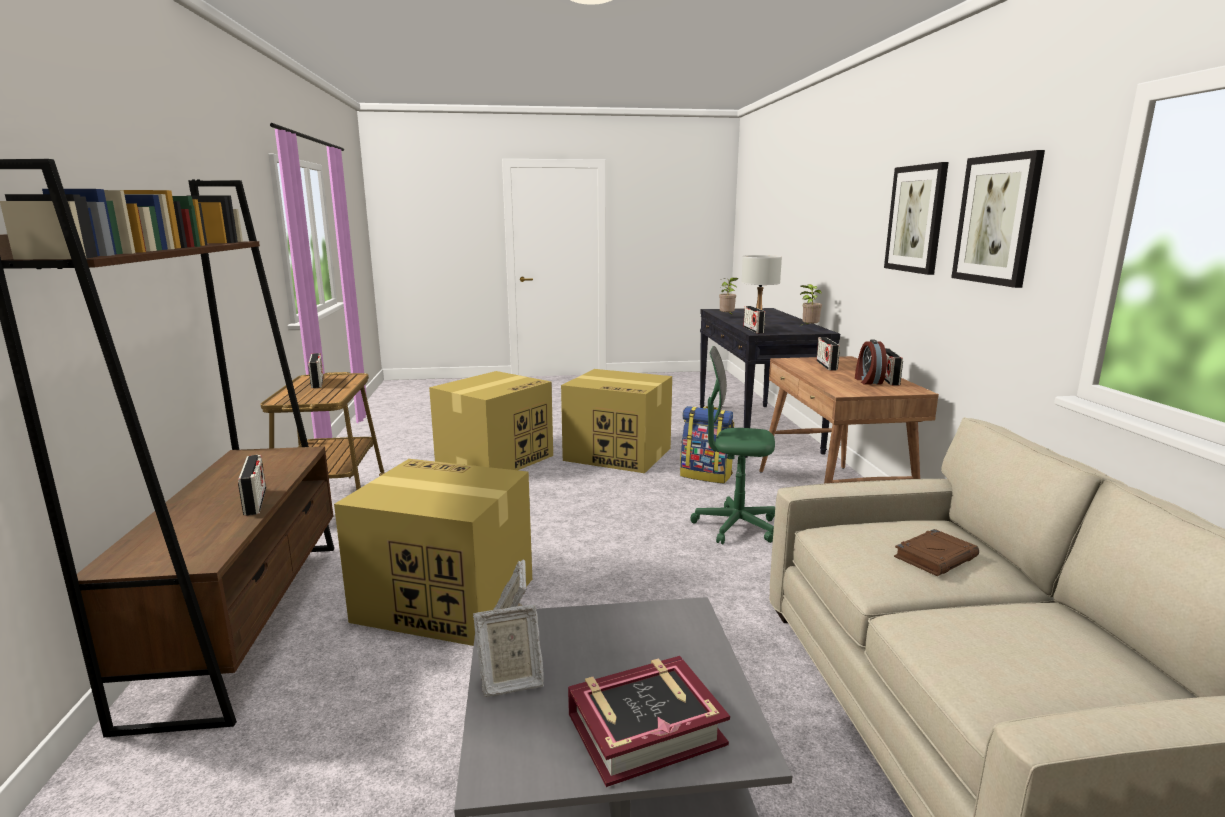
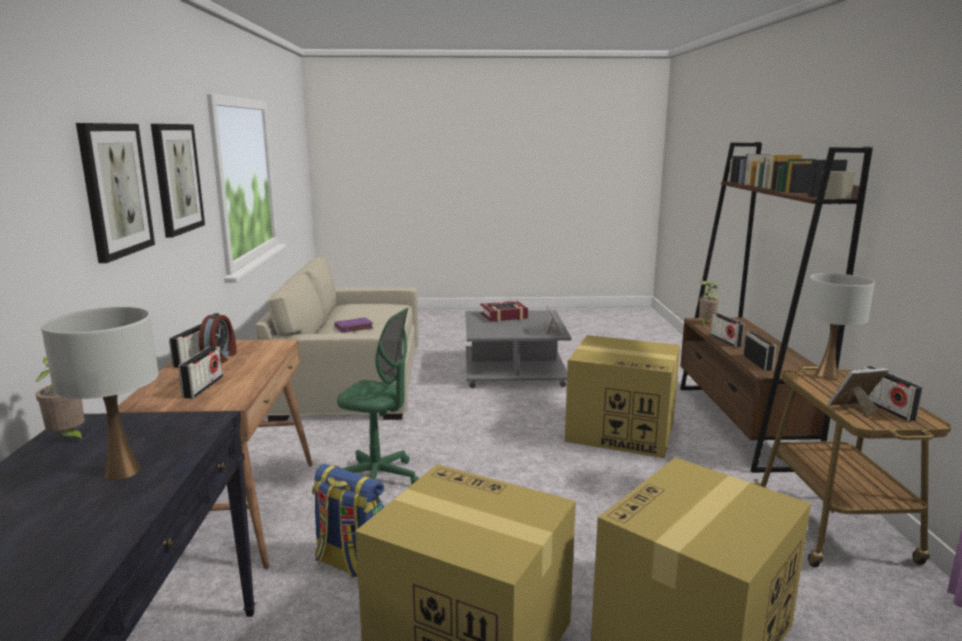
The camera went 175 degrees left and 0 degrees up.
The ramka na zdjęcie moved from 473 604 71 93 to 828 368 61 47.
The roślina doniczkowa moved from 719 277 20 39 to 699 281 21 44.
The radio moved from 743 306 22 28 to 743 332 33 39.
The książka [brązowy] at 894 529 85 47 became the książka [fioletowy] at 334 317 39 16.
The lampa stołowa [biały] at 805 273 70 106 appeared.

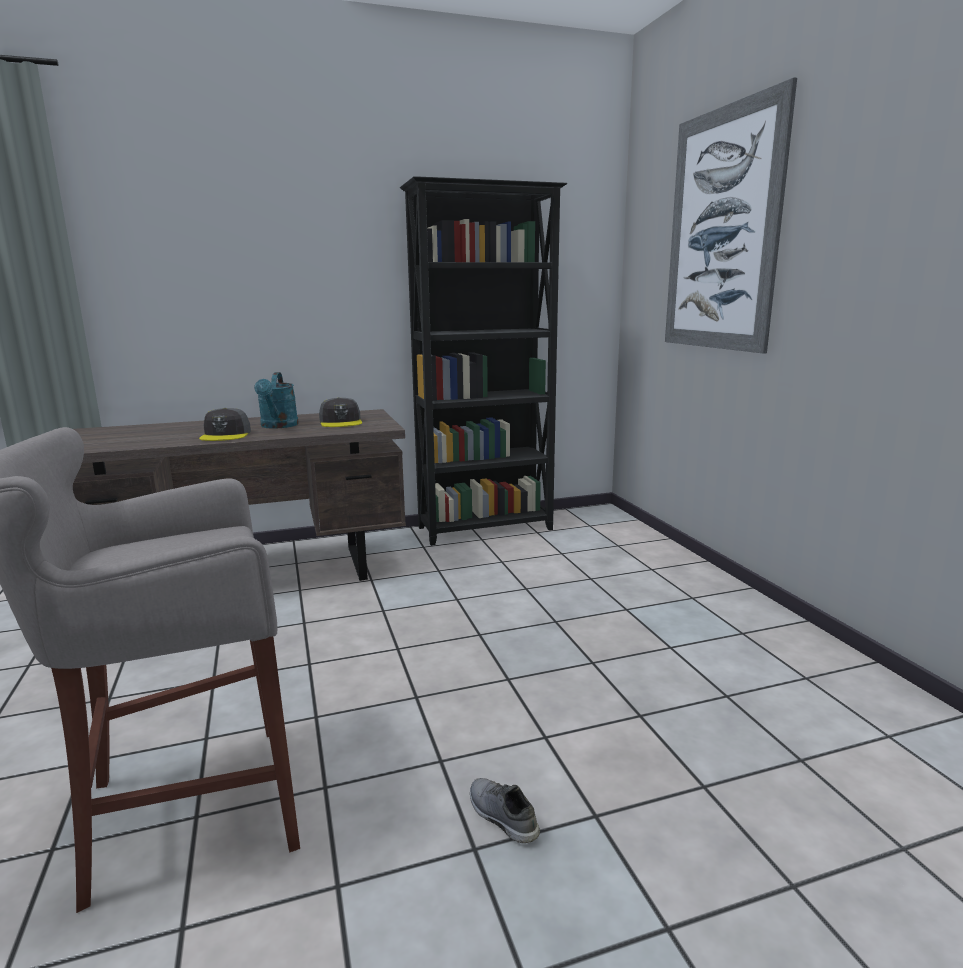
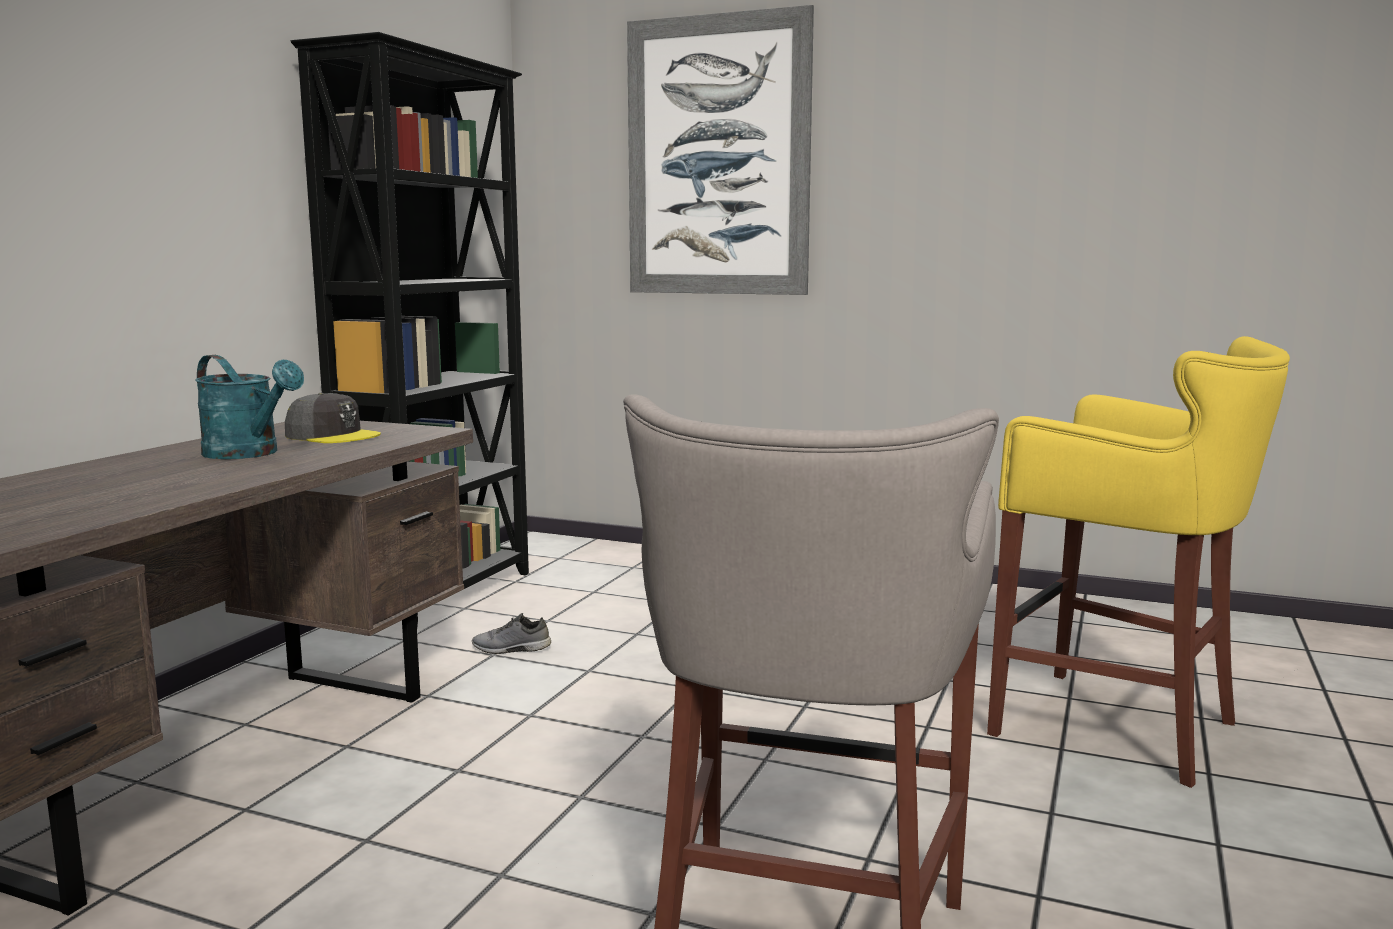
The camera went 50 degrees left and 5 degrees down.
The czapka z daszkiem [szary] at 199 408 52 33 disappeared.
The but [szary] moved from 470 778 70 65 to 472 613 79 41.
The stołek [żółty] at 987 336 303 452 appeared.

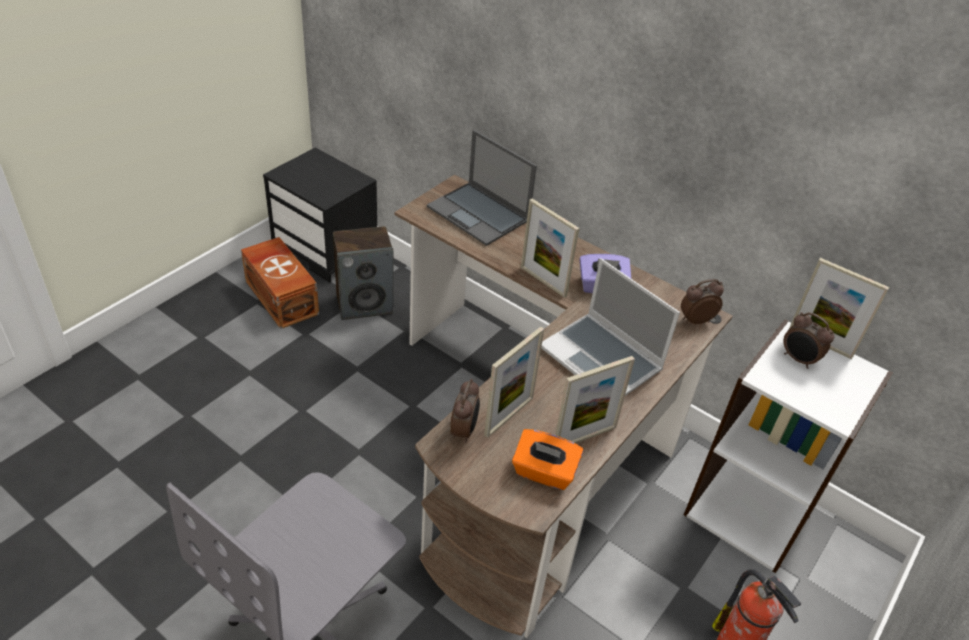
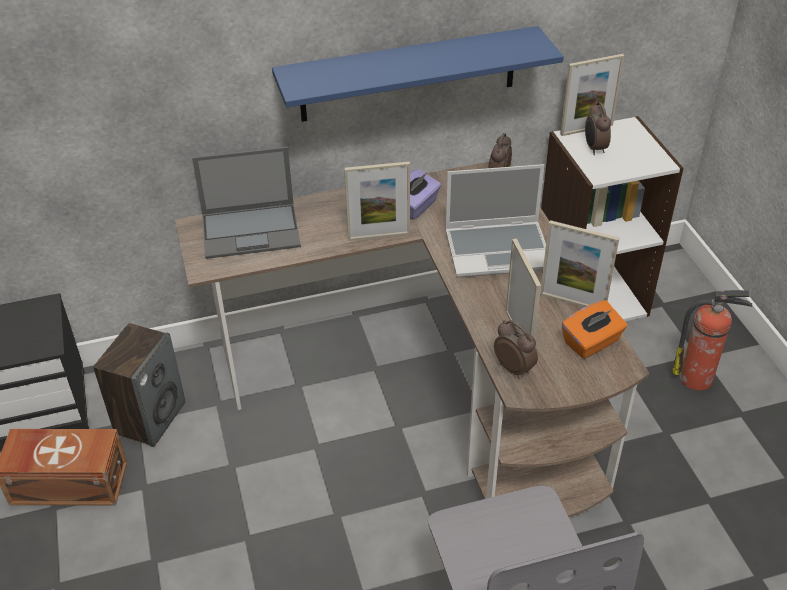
The camera went 50 degrees left and 0 degrees up.
The ramka na zdjęcie at 555 356 80 87 turned 105 degrees clockwise.
The budzik at 784 312 50 57 turned 90 degrees clockwise.
The półka [niebieski] at 272 26 292 96 appeared.

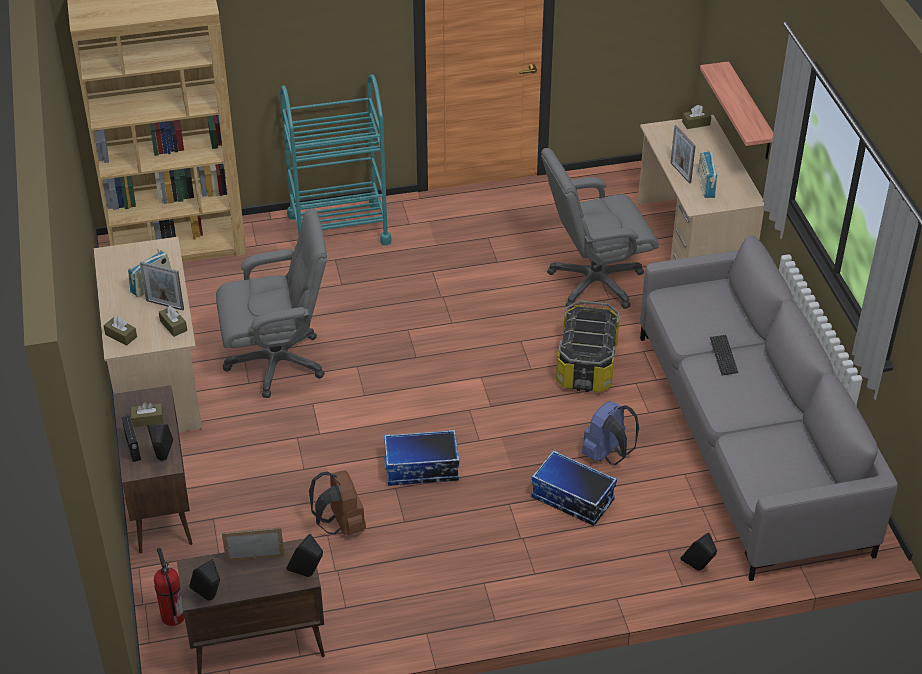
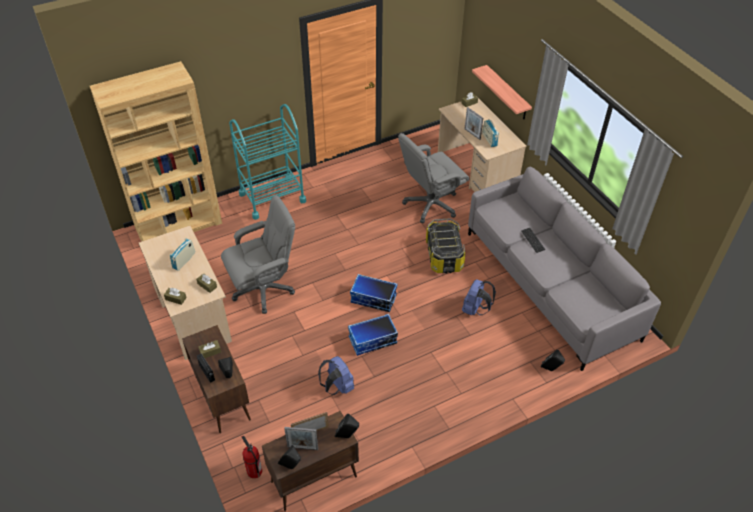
The camera went 15 degrees left and 5 degrees up.
The ramka na zdjęcie moved from 140 262 44 48 to 284 427 34 23.
The plecak [brązowy] at 309 470 57 65 became the plecak [niebieski] at 318 356 36 39.
The pojemnik do przechowywania moved from 531 450 86 76 to 350 274 47 38.

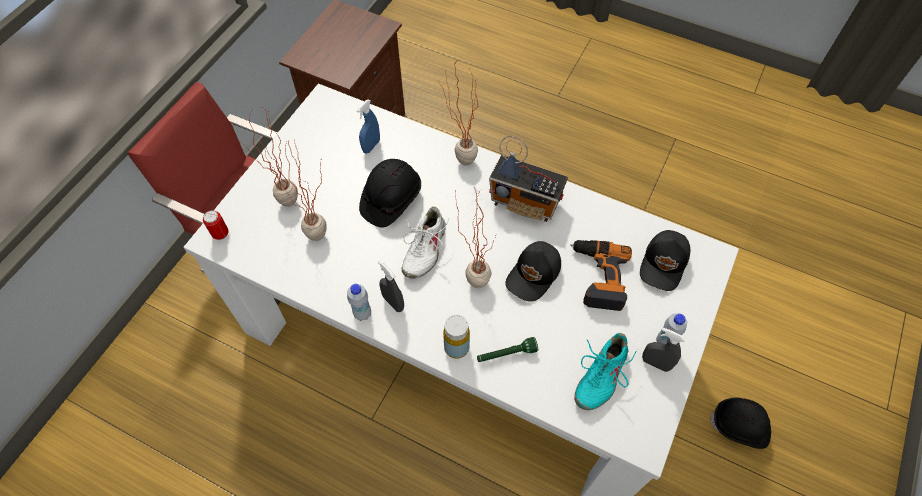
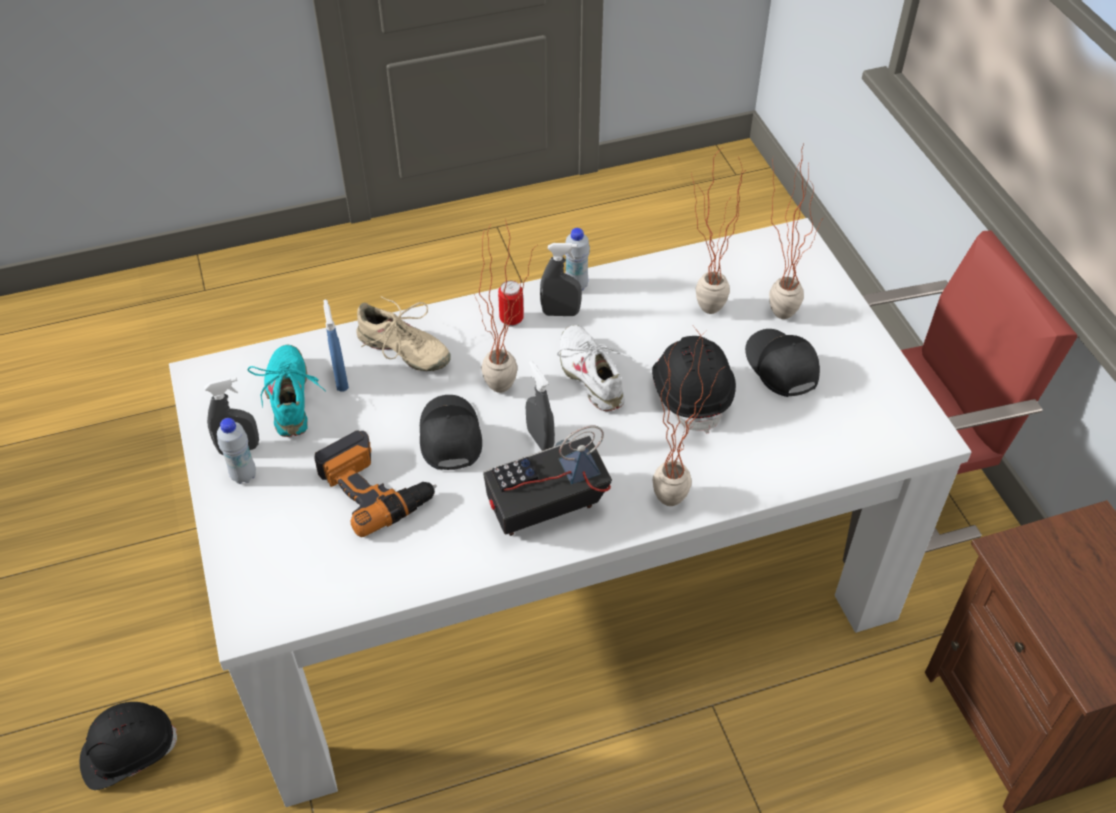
The camera went 135 degrees right and 10 degrees down.
The puszka moved from 203 210 26 30 to 498 281 26 46.
The spryskiwacz [niebieski] moved from 357 100 23 54 to 324 299 25 92.
The butelka [żółty] at 443 315 27 44 disappeared.
The latarka [zielony] at 477 337 61 25 was replaced by the but [beżowy] at 356 296 95 75.
The czapka z daszkiem [czarny] moved from 640 230 50 61 to 745 329 75 68.
The spryskiwacz [szary] at 526 361 29 90 appeared.

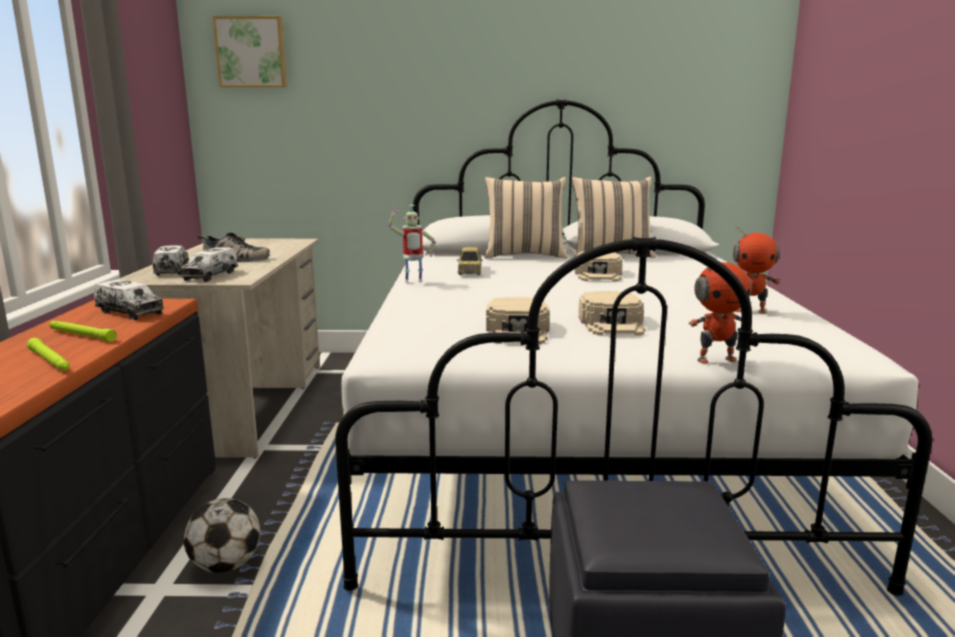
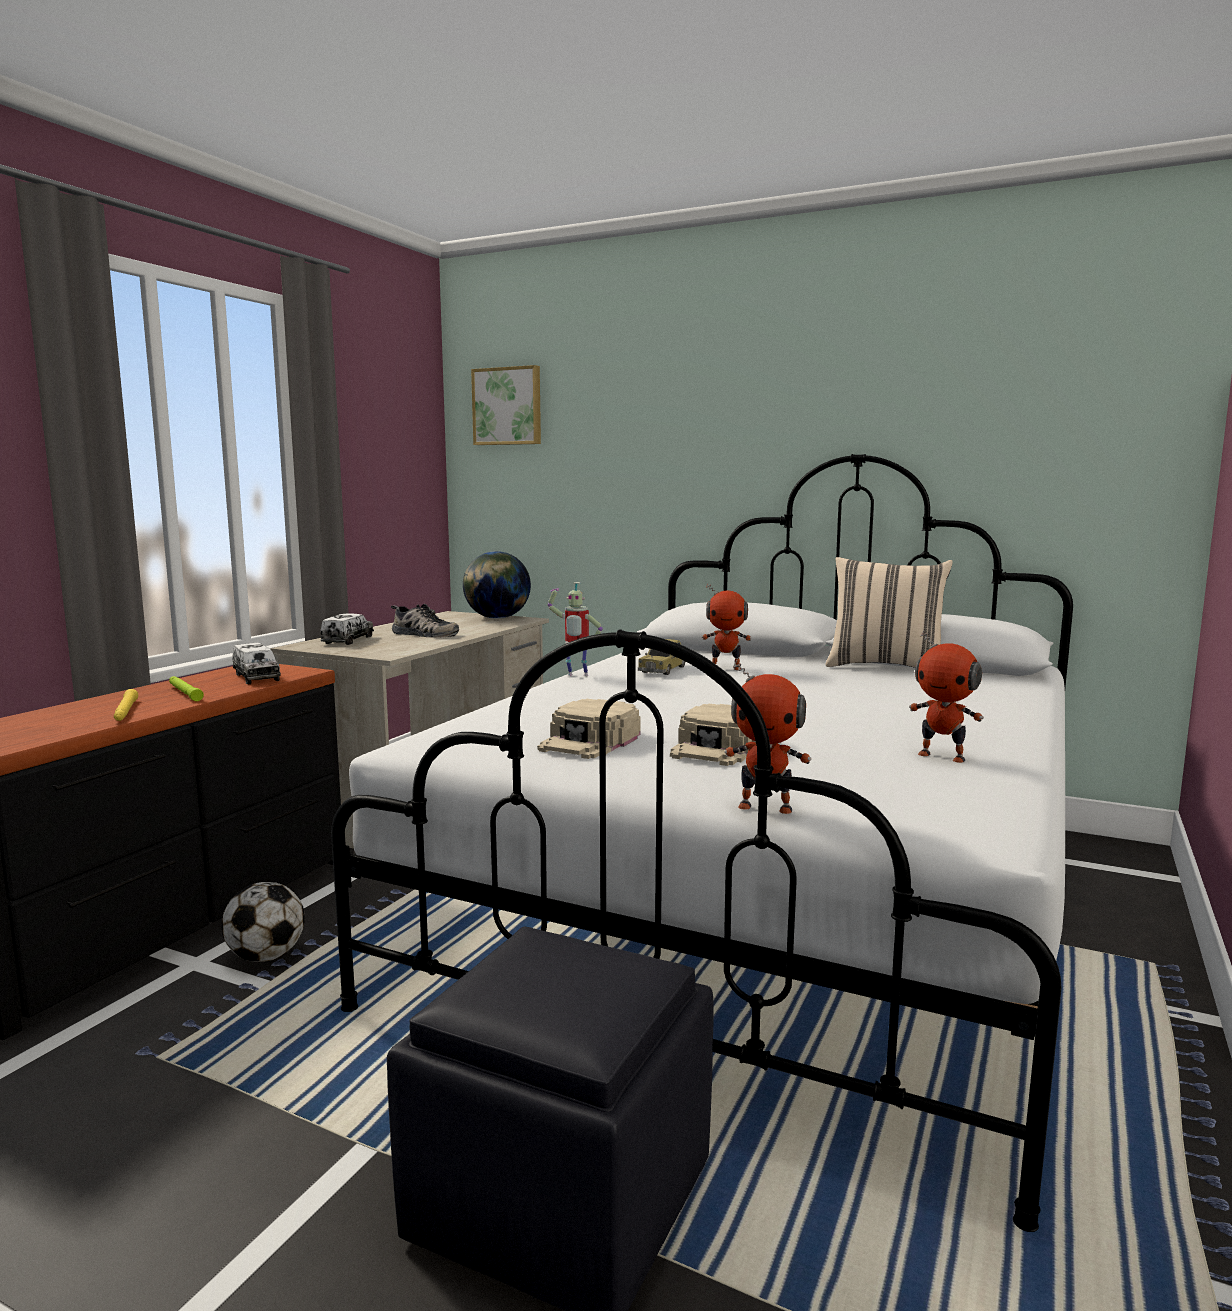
The camera went 25 degrees right and 5 degrees down.
The latarka [zielony] at 27 338 43 33 became the latarka [żółty] at 114 689 24 32.
The ciężarówka zabawkowa at 181 247 57 35 disappeared.
The poduszka [beżowy] at 485 177 82 82 disappeared.
The czapka z daszkiem [beżowy] at 575 251 47 31 disappeared.
The globus at 463 551 68 68 appeared.
The robot zabawkowy at 702 584 50 86 appeared.

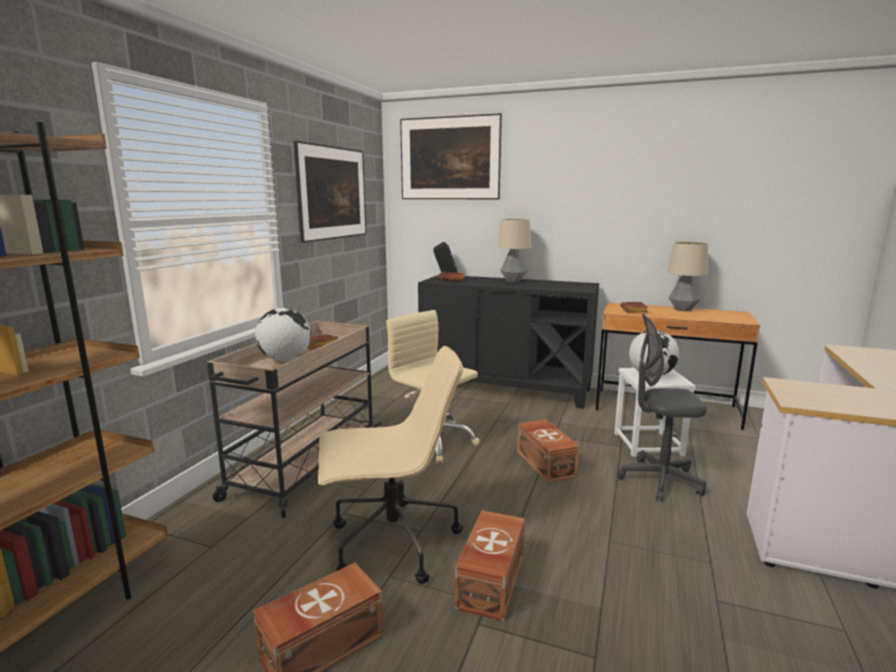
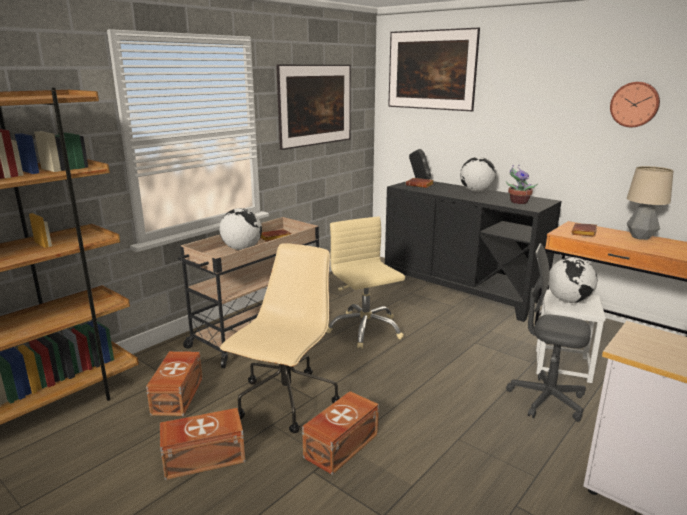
The camera went 20 degrees right and 5 degrees up.
The krzesło biurowe [beżowy] at 318 346 145 238 turned 75 degrees counterclockwise.
The lampa stołowa at 498 219 34 63 was replaced by the globus at 460 157 36 35.
The pojemnik do przechowywania [brązowy] moved from 517 419 63 64 to 146 351 57 65.
The roślina doniczkowa at 506 165 31 39 appeared.
The zegar ścienny at 610 82 50 45 appeared.

